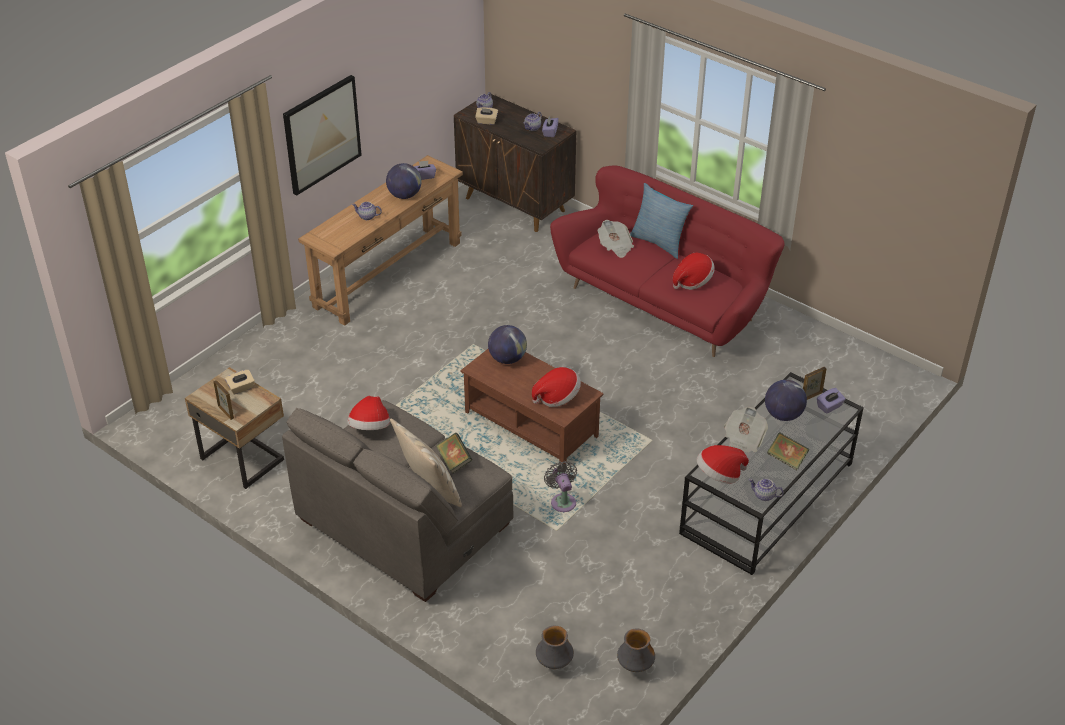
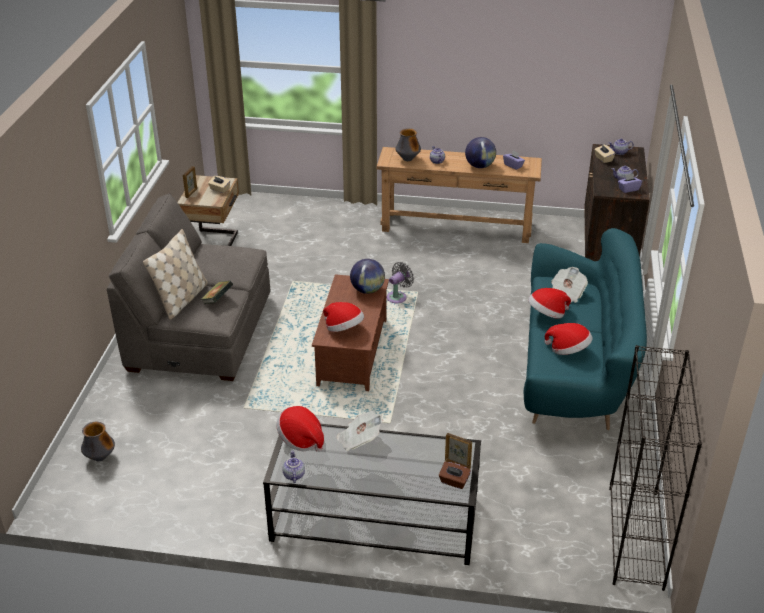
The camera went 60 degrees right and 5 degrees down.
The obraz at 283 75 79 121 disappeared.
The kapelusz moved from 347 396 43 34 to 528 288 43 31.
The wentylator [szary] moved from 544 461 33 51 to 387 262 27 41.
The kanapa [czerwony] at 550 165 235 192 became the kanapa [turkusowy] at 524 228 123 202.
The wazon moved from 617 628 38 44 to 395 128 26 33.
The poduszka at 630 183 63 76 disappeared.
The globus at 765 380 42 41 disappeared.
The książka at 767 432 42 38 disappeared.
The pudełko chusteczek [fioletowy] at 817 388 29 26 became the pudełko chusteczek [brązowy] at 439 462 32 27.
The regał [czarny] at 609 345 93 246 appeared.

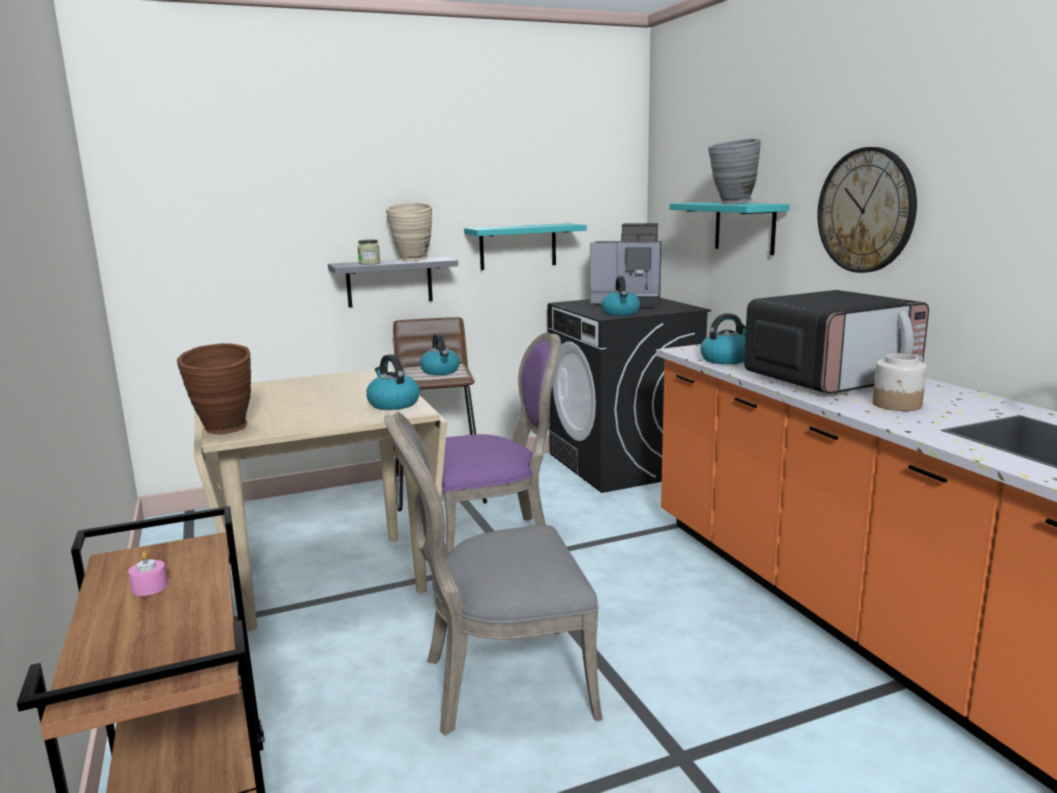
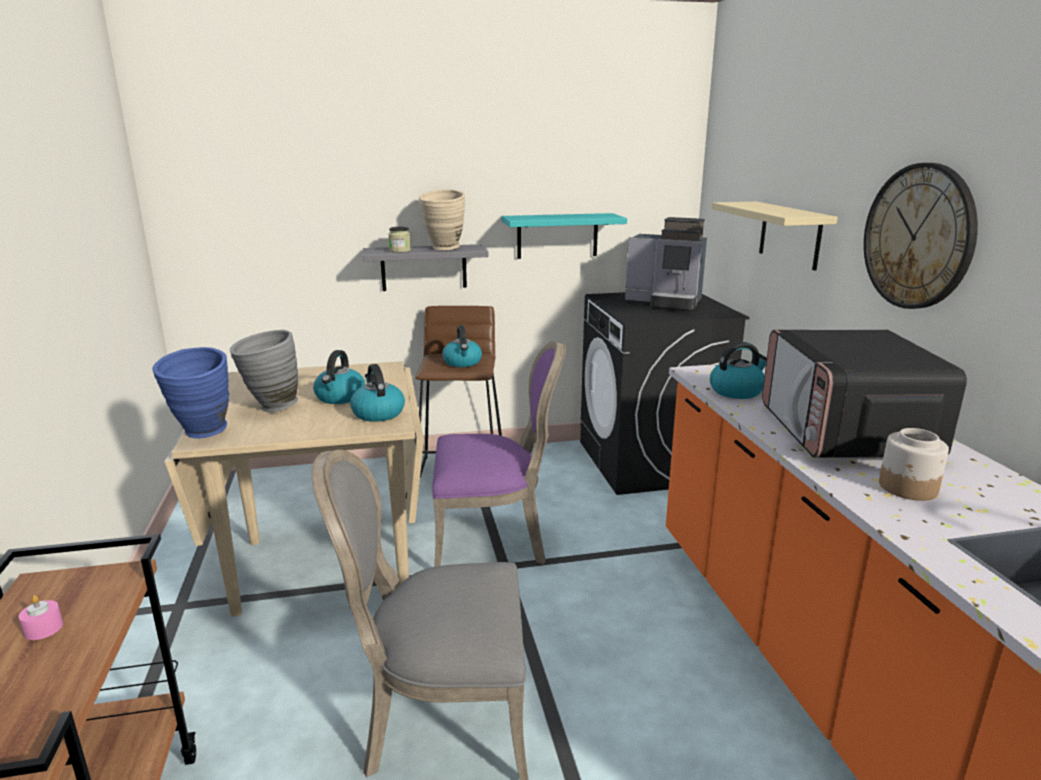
The camera went 10 degrees right and 5 degrees up.
The wazon [brązowy] at 177 343 74 92 became the wazon [niebieski] at 152 347 77 92.
The czajnik moved from 601 276 39 40 to 313 350 52 54.
The półka [turkusowy] at 670 202 120 53 became the półka [beżowy] at 712 202 125 69.
The wazon [szary] moved from 708 138 53 66 to 230 330 68 82.
The mikrofalówka at 744 290 185 104 turned 105 degrees clockwise.

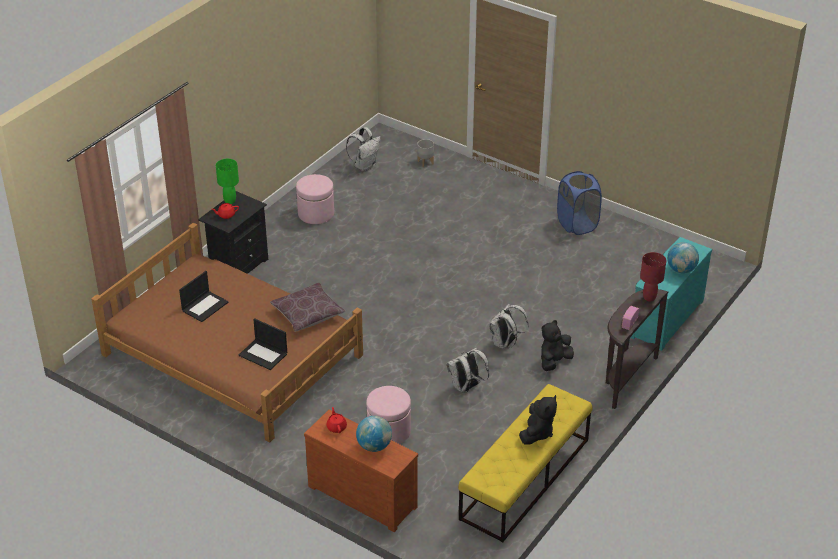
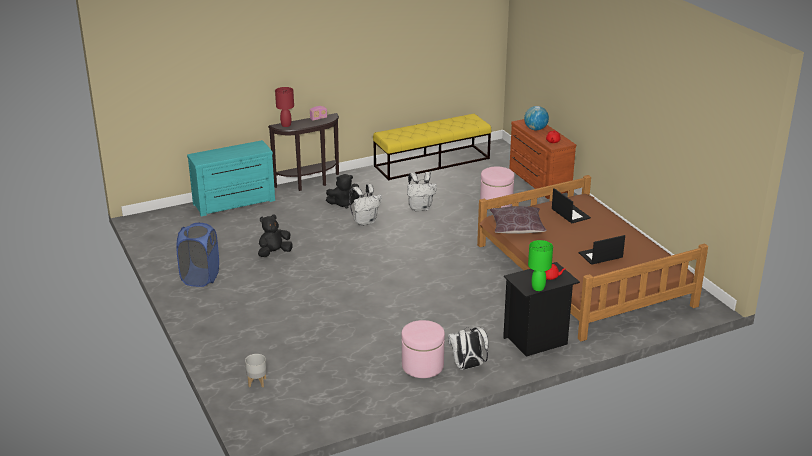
The camera went 150 degrees left and 10 degrees down.
The plecak [biały] moved from 346 127 35 44 to 448 327 40 43.
The pluszak [czarny] moved from 519 395 38 50 to 258 214 35 43.
The globus at 667 242 32 31 disappeared.

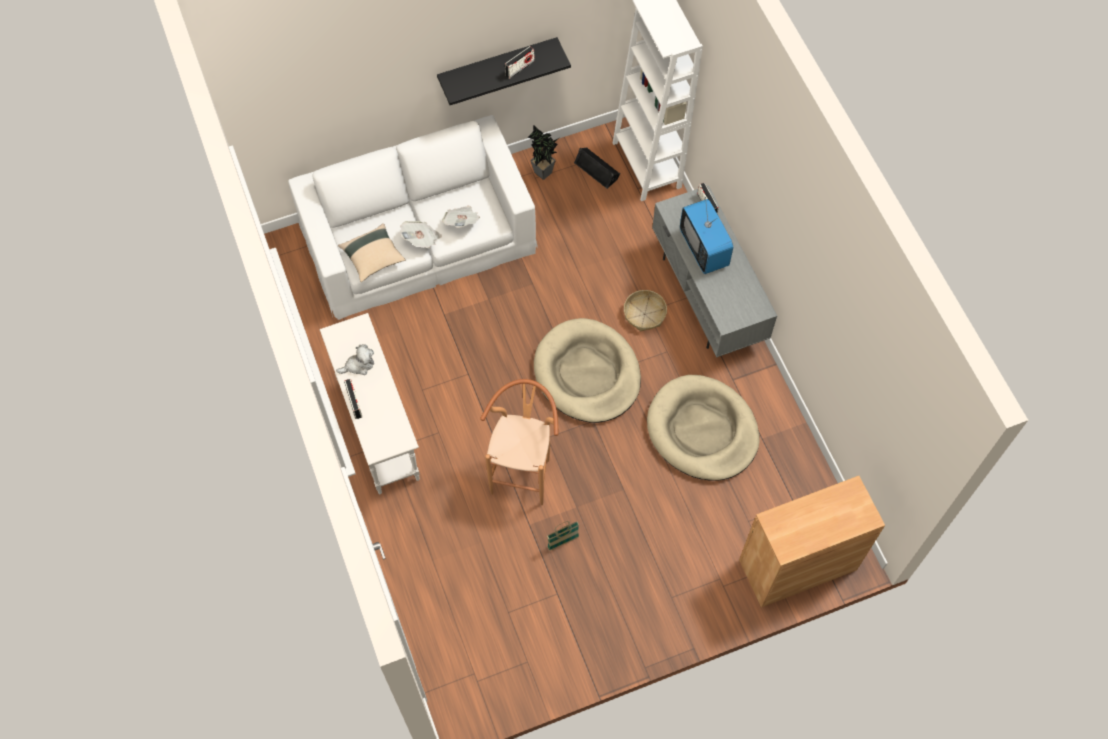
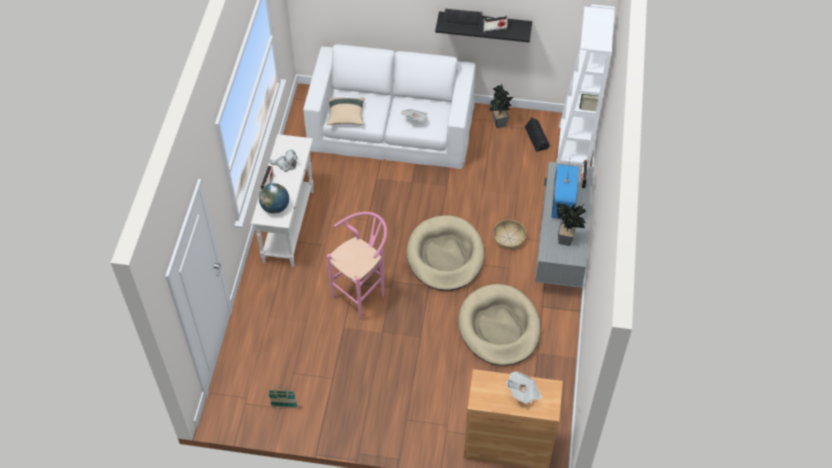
The camera went 30 degrees right and 10 degrees down.
The gazeta moved from 400 221 42 27 to 506 371 36 33.
The stołek [brązowy] at 480 379 78 126 became the stołek [różowy] at 327 212 60 108.
The koszyk moved from 547 521 32 30 to 268 385 29 23.
The globus at 259 183 30 31 appeared.
The głośnik [czarny] at 444 9 39 18 appeared.
The roślina doniczkowa at 556 203 30 43 appeared.

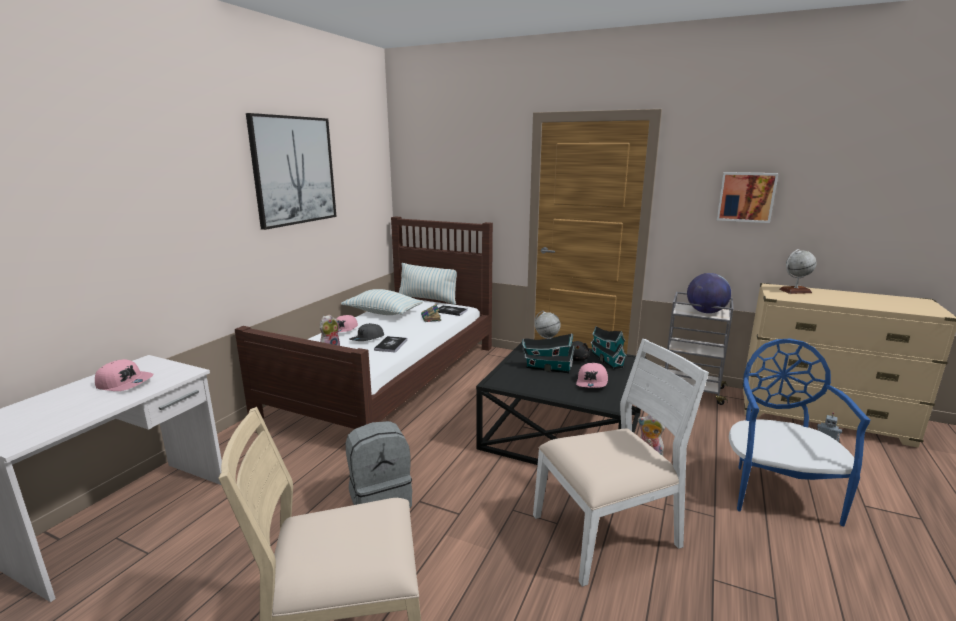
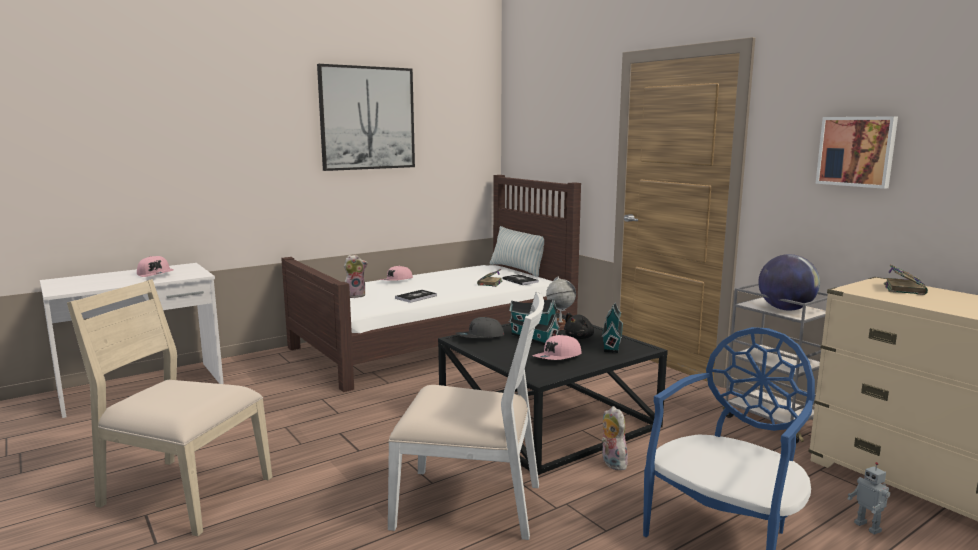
The camera went 30 degrees right and 5 degrees down.
The poduszka at 341 289 82 26 disappeared.
The plecak [szary] at 346 421 66 87 disappeared.
The czapka z daszkiem [szary] moved from 349 323 35 18 to 456 317 48 21.
The globus at 779 249 38 45 was replaced by the książka at 884 264 44 31.

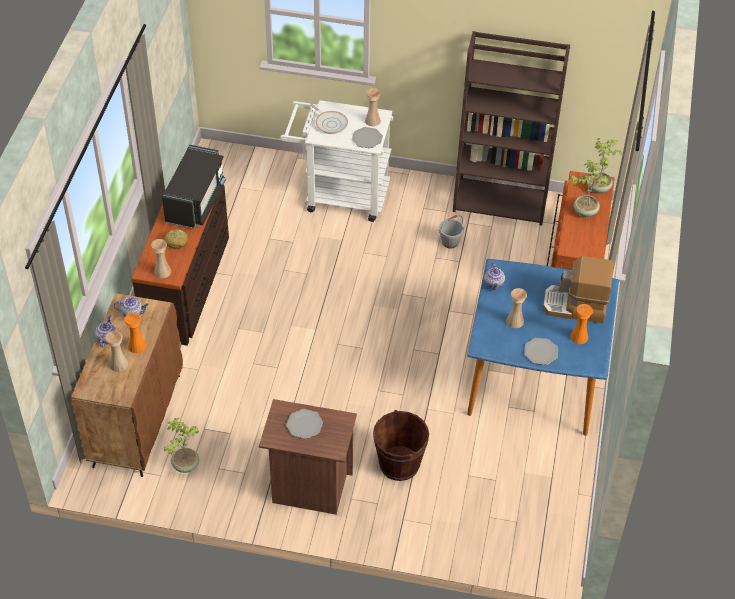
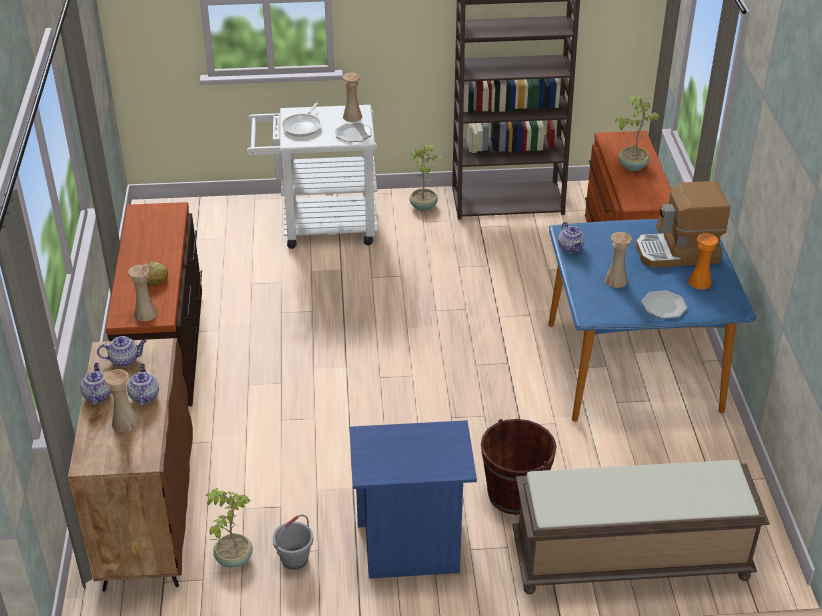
The camera went 15 degrees left and 10 degrees down.
The wazon [pomarańczowy] at 124 312 23 41 was replaced by the imbryk at 127 364 32 42.
The mikrofalówka [czarny] at 162 145 63 83 disappeared.
The szafka nocna [brązowy] at 259 399 98 116 became the szafka nocna [niebieski] at 350 420 127 159.
The talerz at 286 409 37 30 disappeared.
The patelnia at 310 104 38 30 turned 75 degrees clockwise.
The wiadro [szary] moved from 439 215 25 34 to 273 515 40 55.
The roślina doniczkowa moved from 587 138 36 55 to 410 145 32 66.
The ławka [brązowy] at 512 460 258 134 appeared.

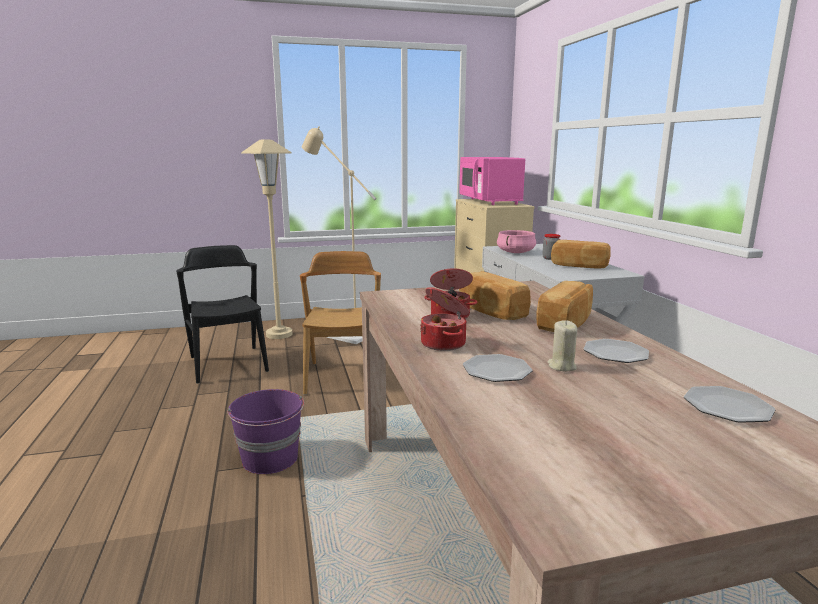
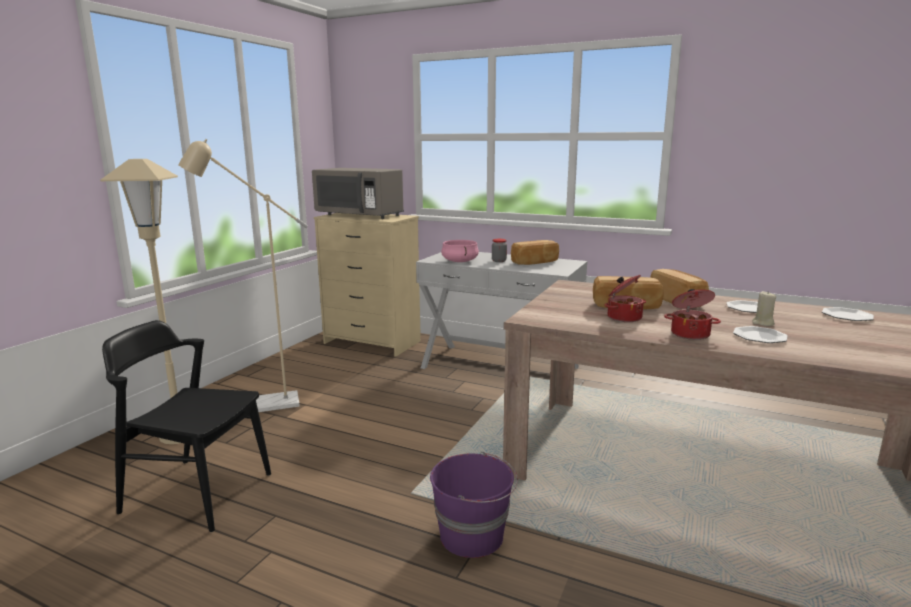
The camera went 50 degrees left and 0 degrees up.
The krzesło [brązowy] at 300 251 81 144 disappeared.
The mikrofalówka [różowy] at 459 157 66 48 became the mikrofalówka [szary] at 312 168 92 51.

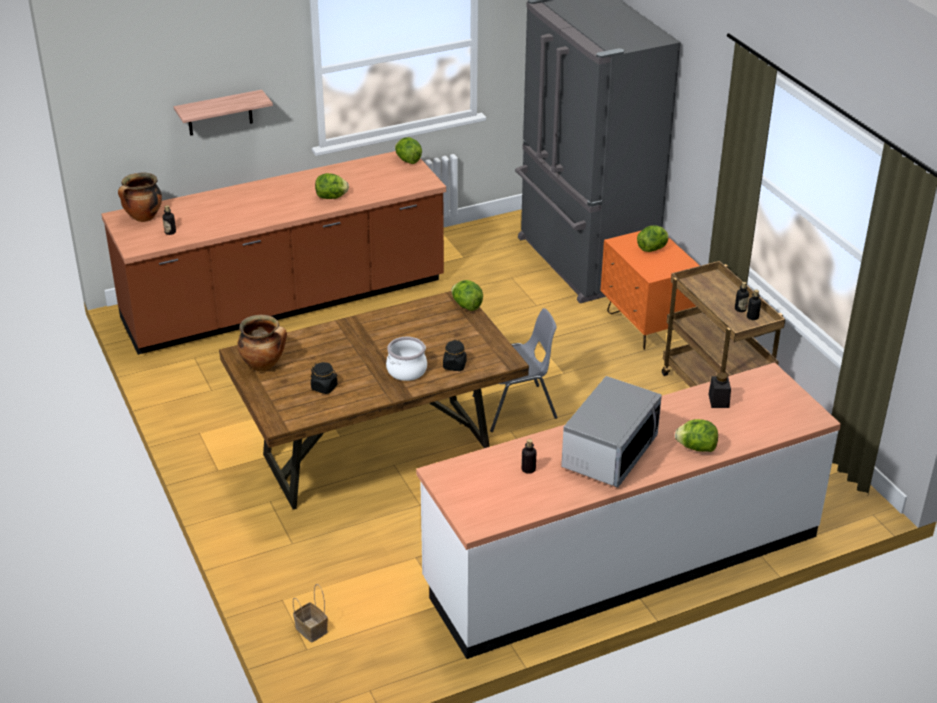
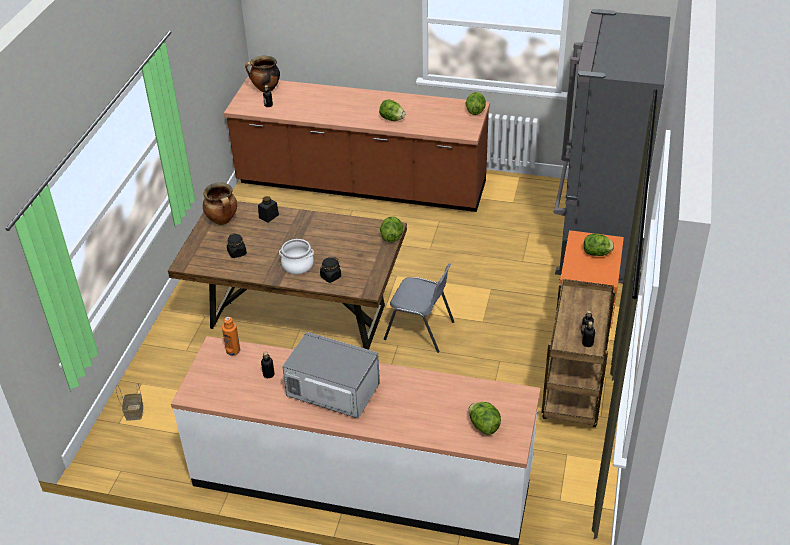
The camera went 40 degrees right and 5 degrees up.
The półka at 174 90 99 46 disappeared.
The mikrofalówka at 561 376 101 111 turned 135 degrees counterclockwise.
The sałata moved from 675 419 43 33 to 468 402 33 33.
The słoik [czarny] moved from 709 372 22 36 to 258 196 21 27.
The butelka [pomarańczowy] at 222 317 18 39 appeared.

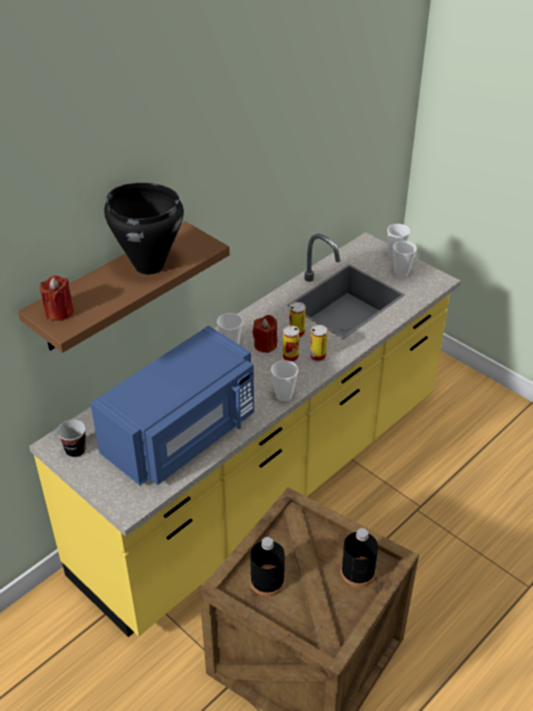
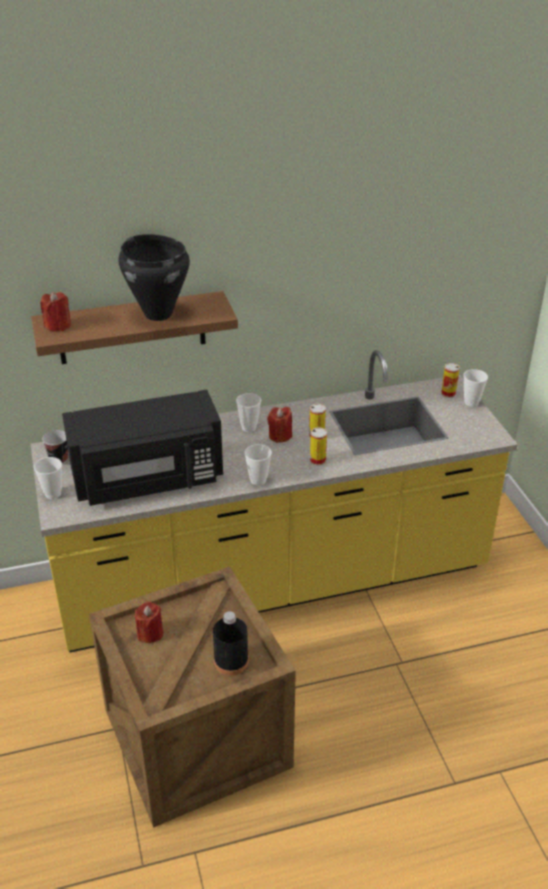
The camera went 30 degrees right and 5 degrees down.
The mikrofalówka [niebieski] at 90 326 164 160 became the mikrofalówka [czarny] at 62 390 161 116.
The butelka [czarny] at 250 537 35 60 was replaced by the świeca [czerwony] at 135 601 28 42.
The puszka moved from 283 325 16 37 to 441 363 19 35.
The filiżanka moved from 393 241 24 36 to 34 457 28 42.

